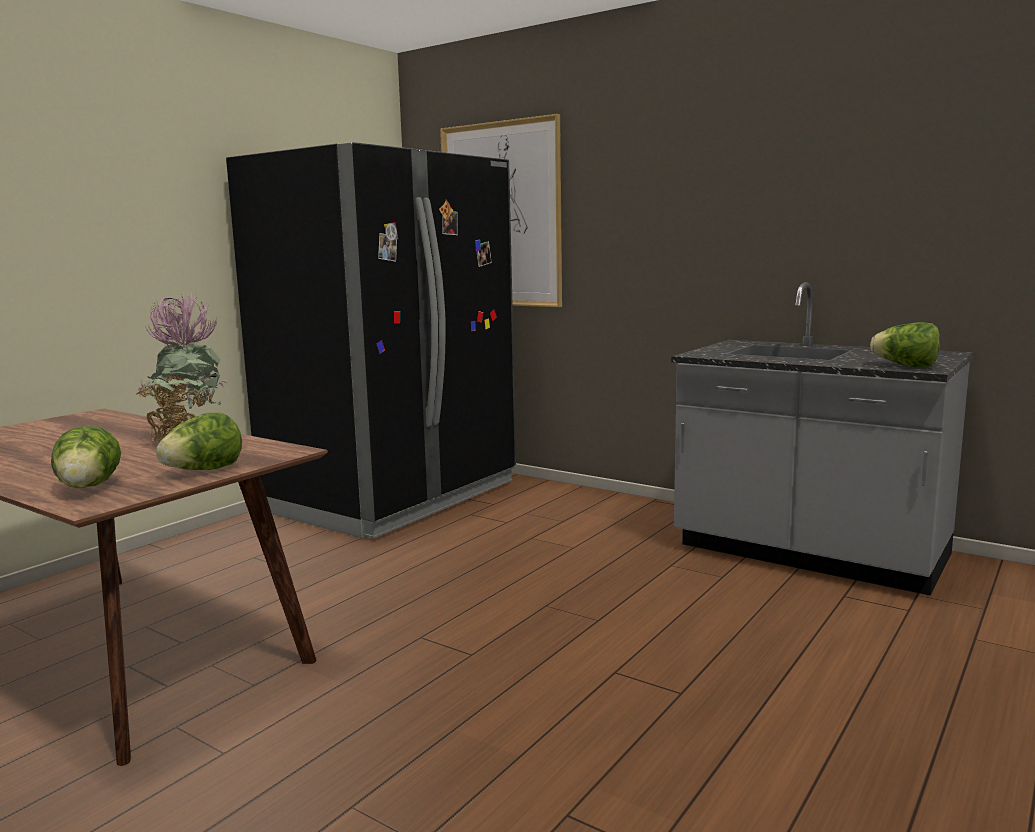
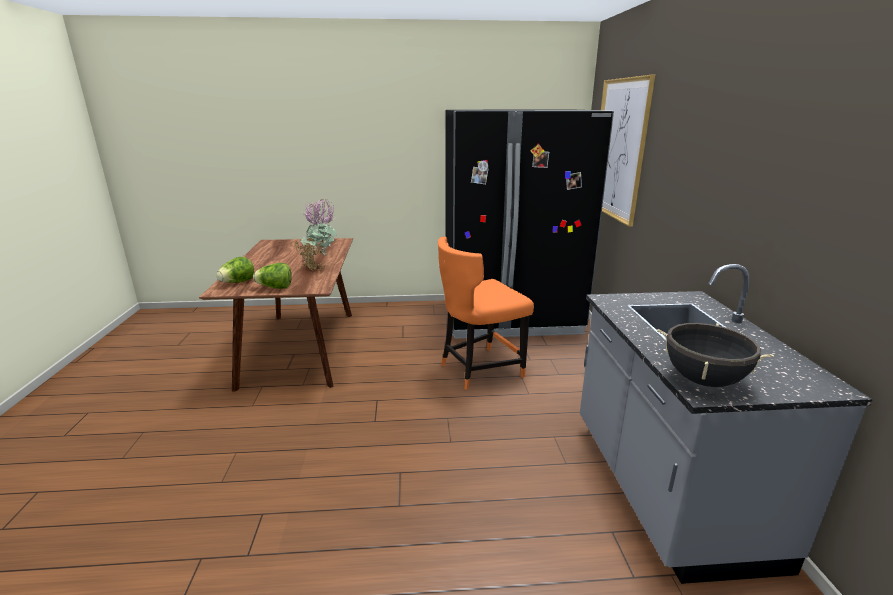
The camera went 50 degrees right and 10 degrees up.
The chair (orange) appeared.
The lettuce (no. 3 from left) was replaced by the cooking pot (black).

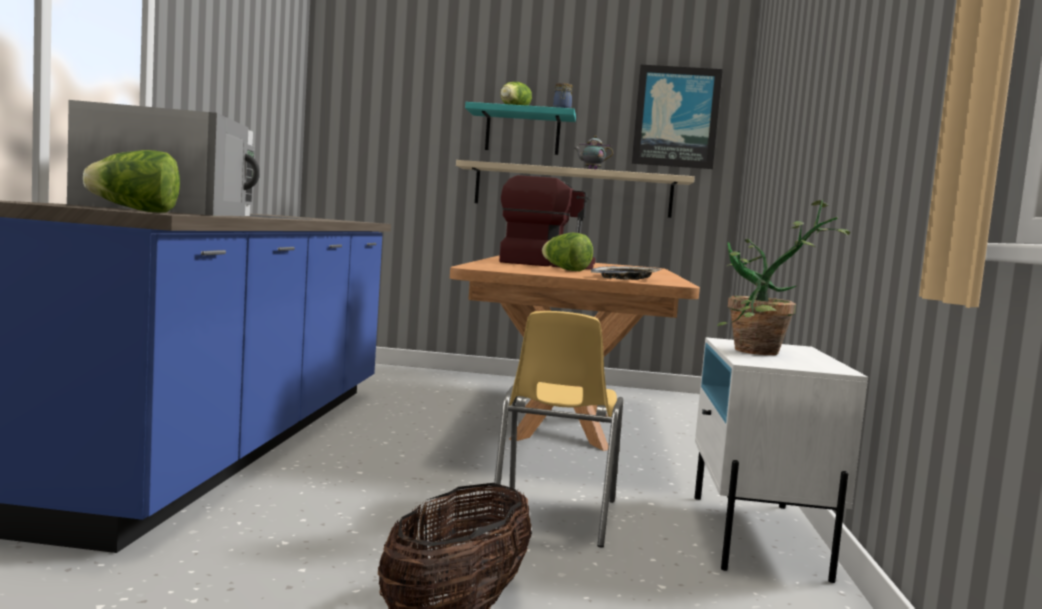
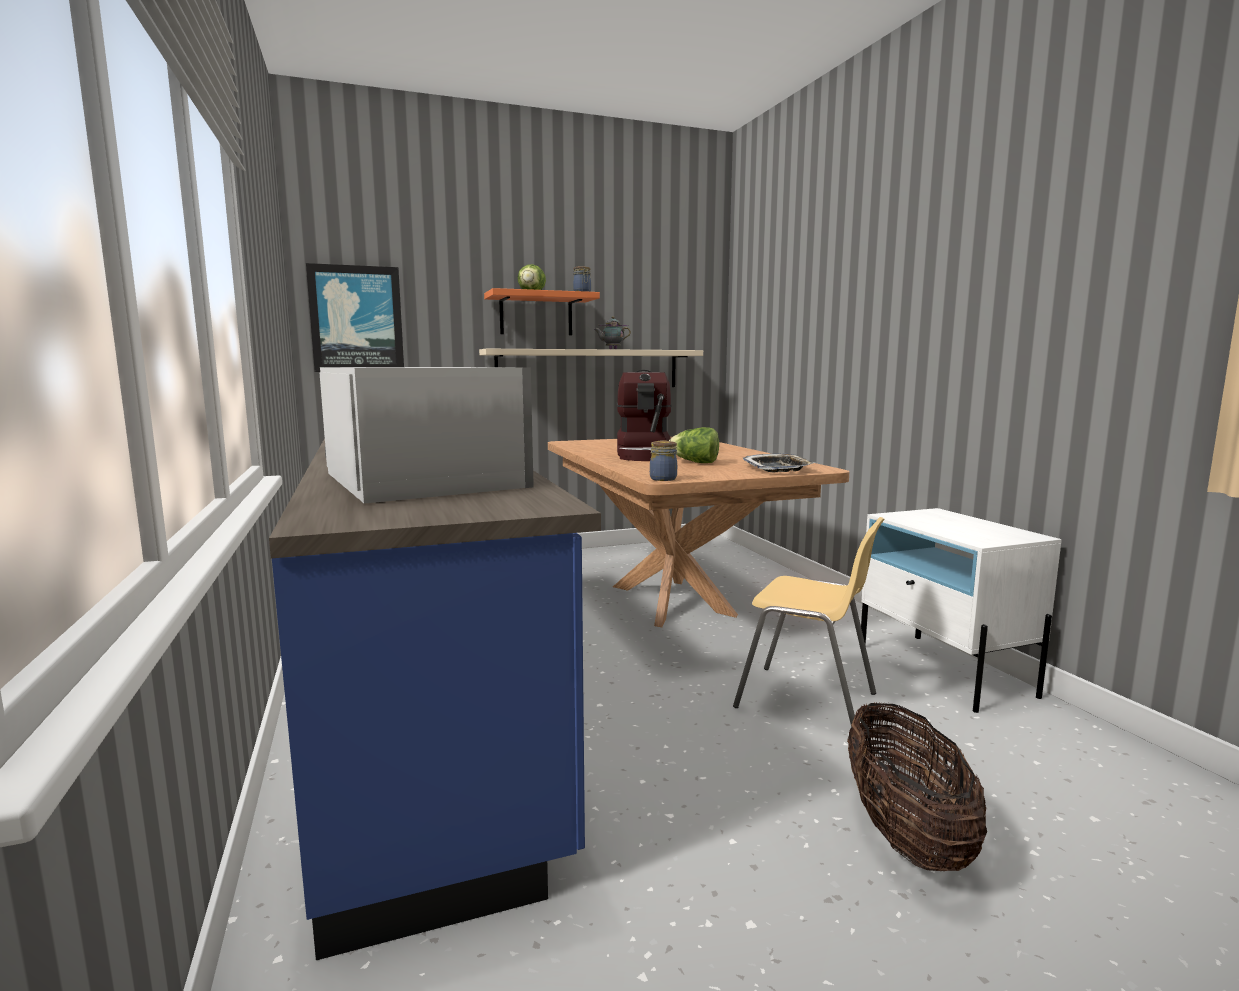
The camera went 25 degrees left and 5 degrees up.
The picture moved.
The shelf (turquoise) became the shelf (orange).
The coffee machine turned 105 degrees clockwise.
The jar (no. 2 from left) appeared.
The chair (yellow) turned 45 degrees counterclockwise.
The lettuce (no. 1 from left) disappeared.
The potted plant disappeared.

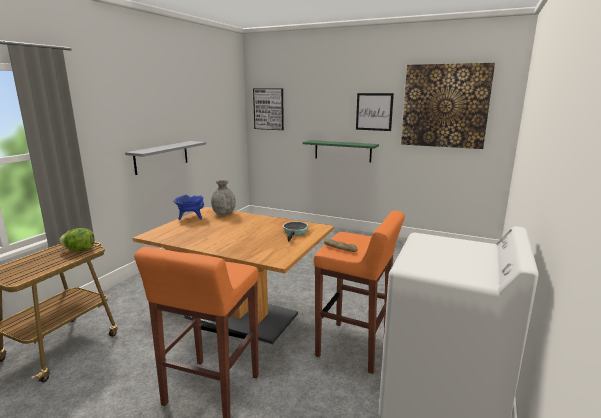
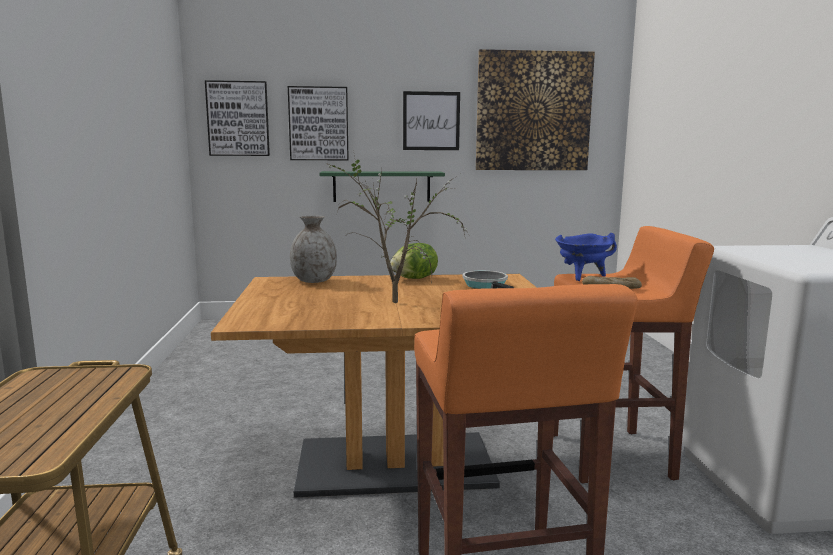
The camera went 30 degrees left and 5 degrees down.
The picture (no. 2 from left) appeared.
The potted plant appeared.
The lettuce moved.
The cooking pot (blue) moved.
The shelf (grey) disappeared.

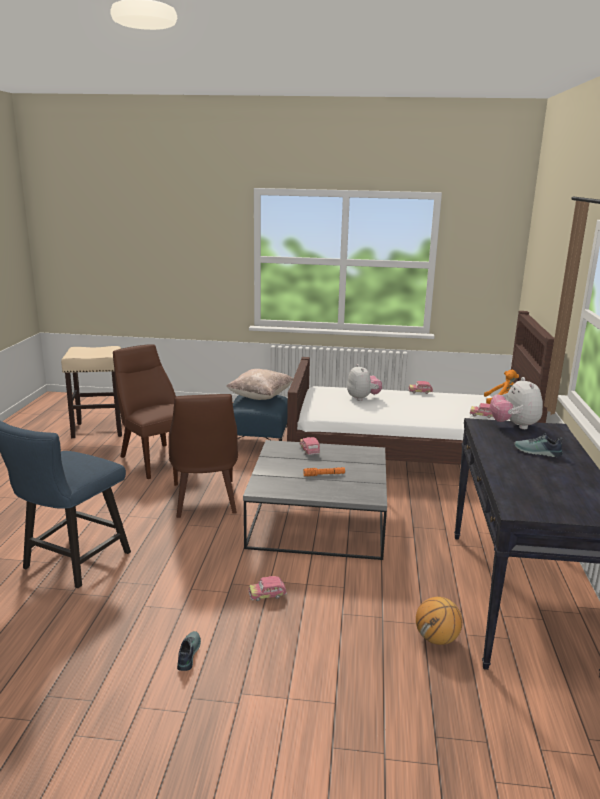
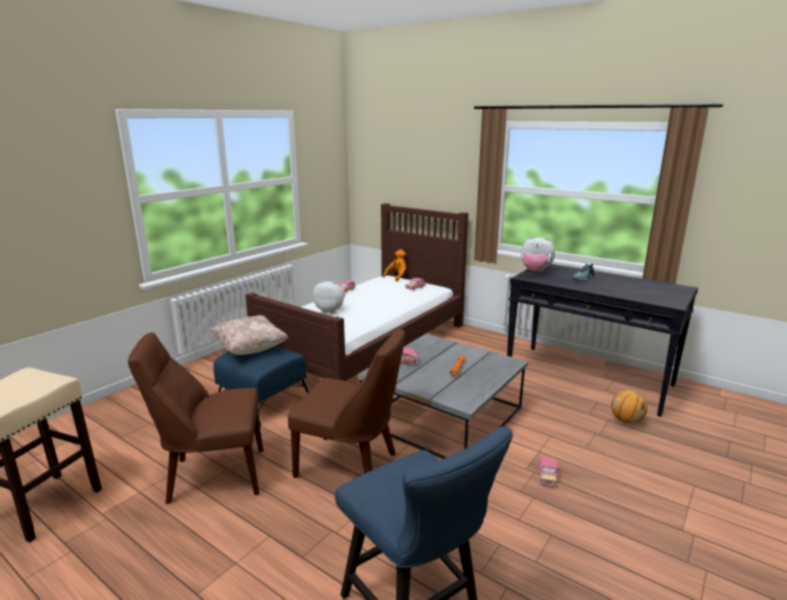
The camera went 60 degrees left and 0 degrees up.
The shoe (no. 1 from left) disappeared.

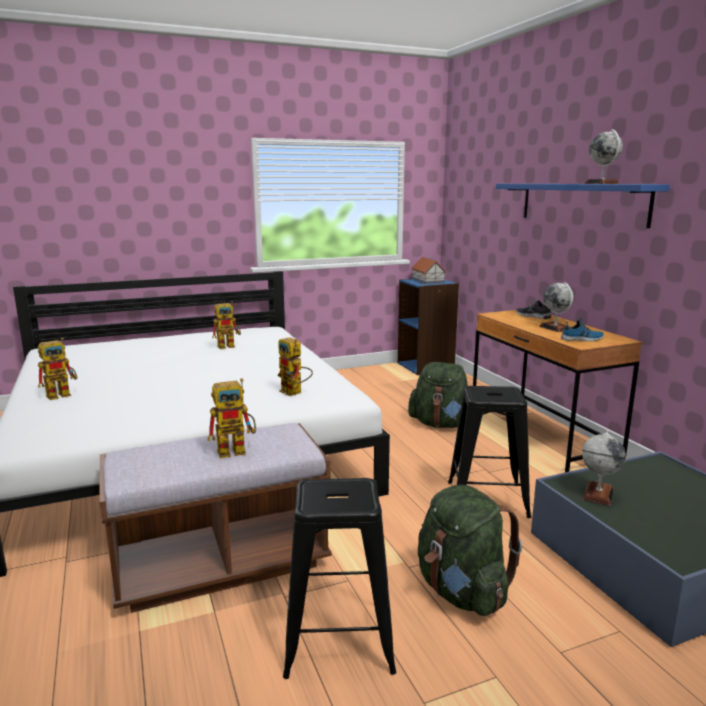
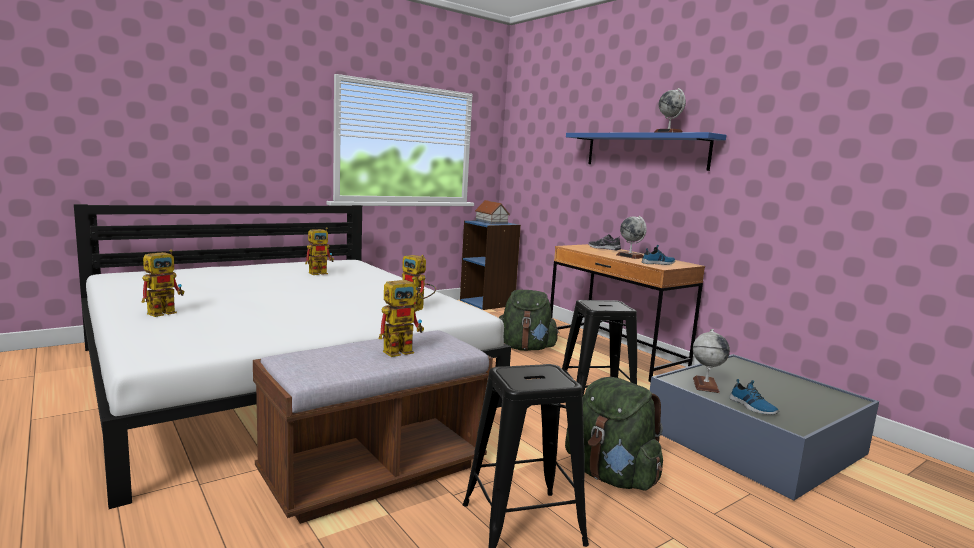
The camera went 15 degrees left and 5 degrees down.
The shoe (no. 3 from left) appeared.

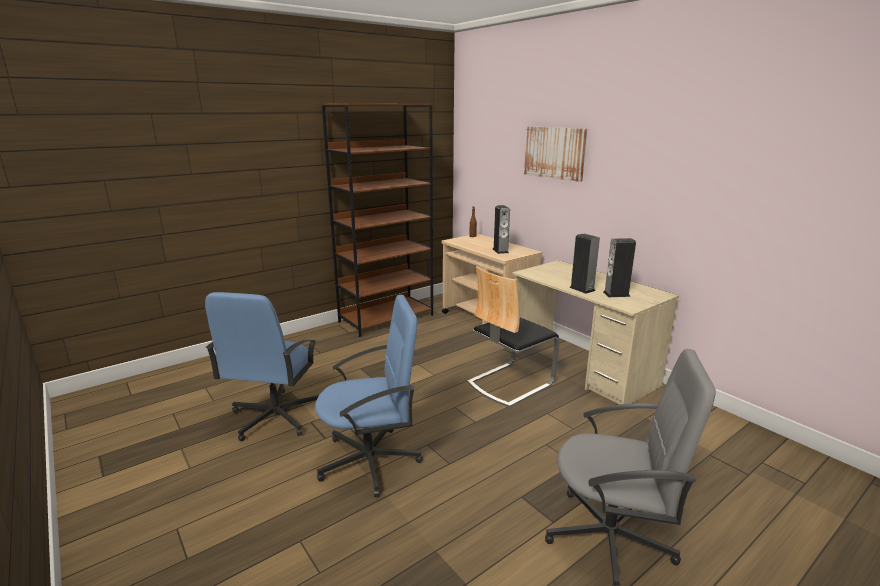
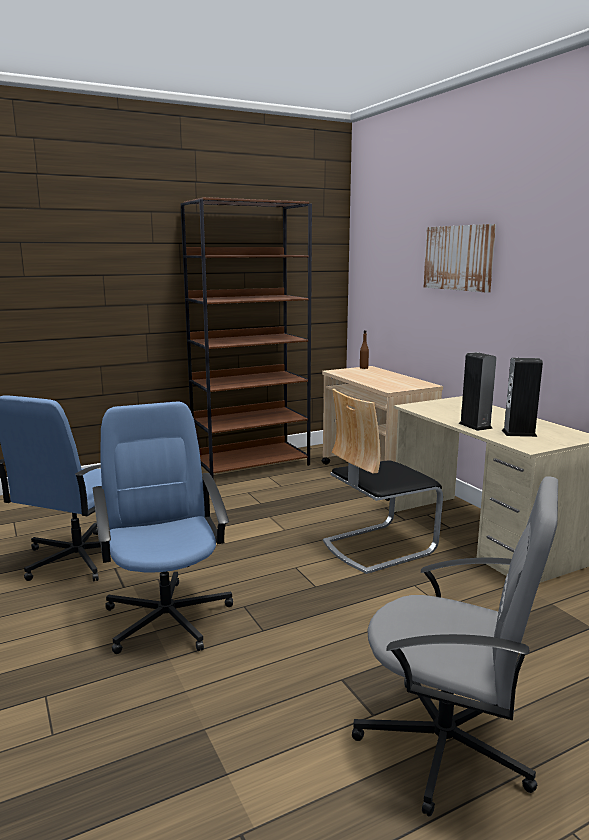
The camera went 10 degrees right and 5 degrees down.
The office chair (blue) (no. 2 from left) turned 105 degrees counterclockwise.
The speaker (no. 1 from left) disappeared.

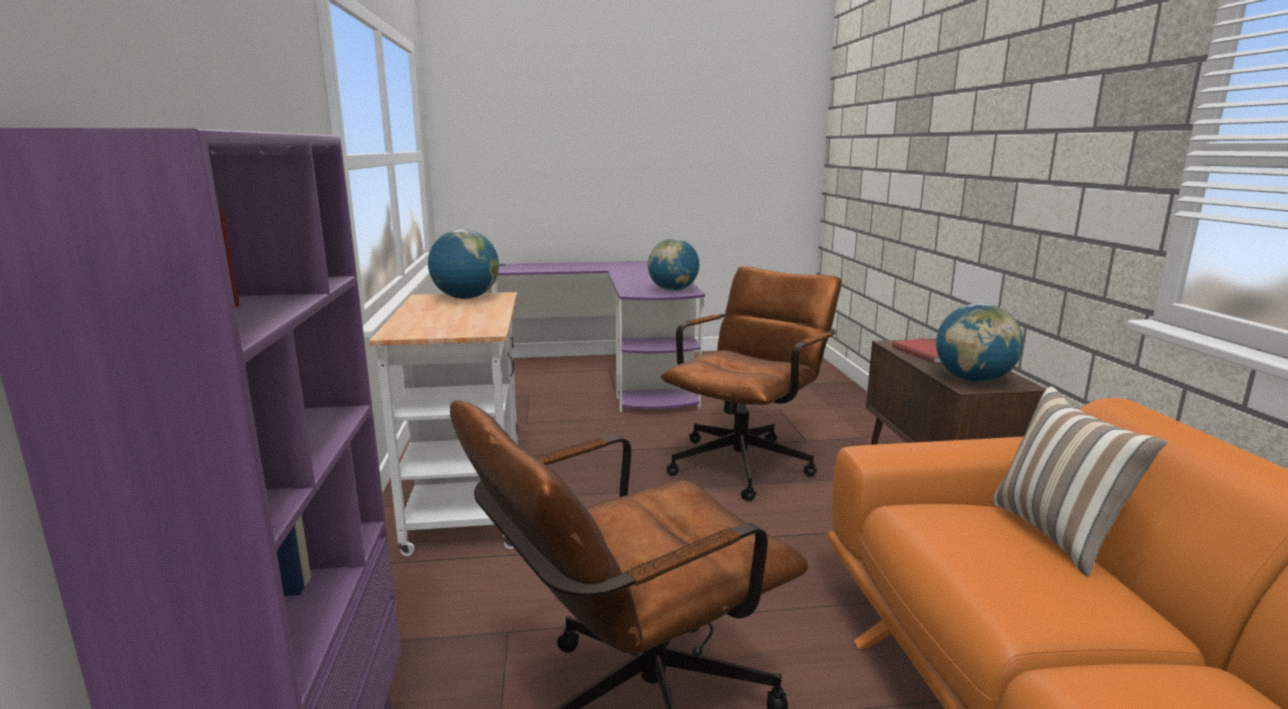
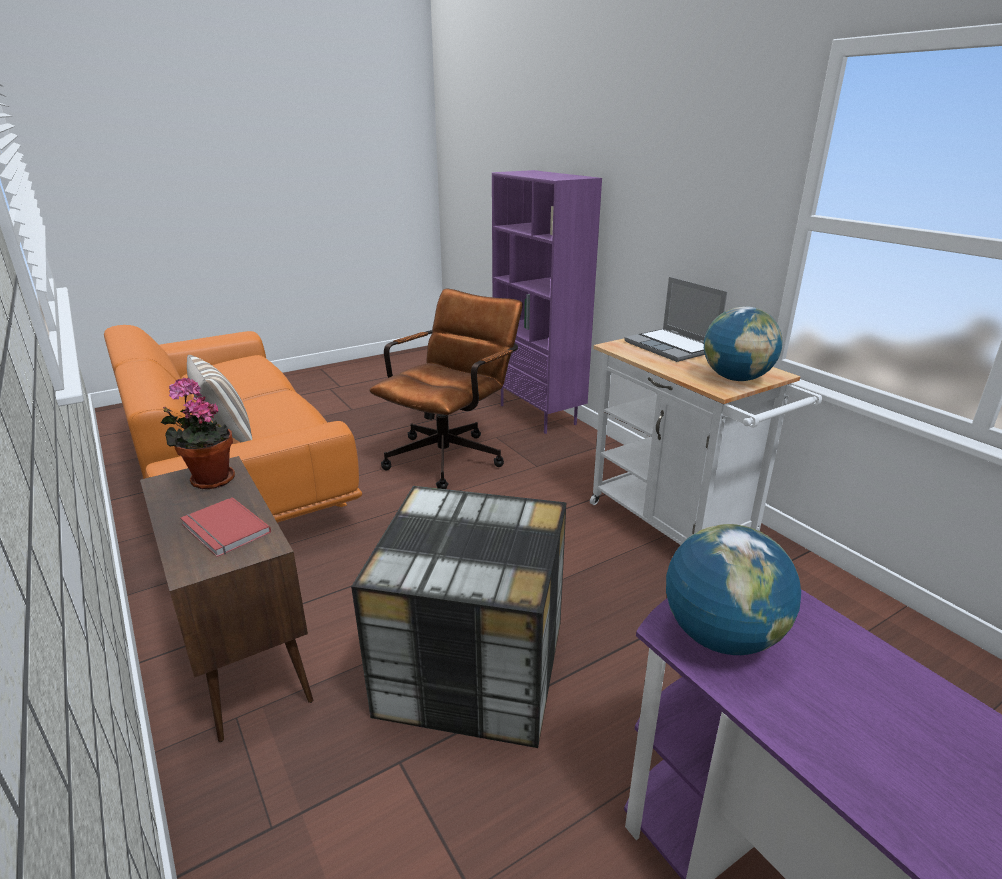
The camera went 155 degrees right and 10 degrees up.
The globe (no. 3 from left) was replaced by the potted plant.
The office chair (brown) (no. 2 from left) was replaced by the storage box.
The laptop appeared.

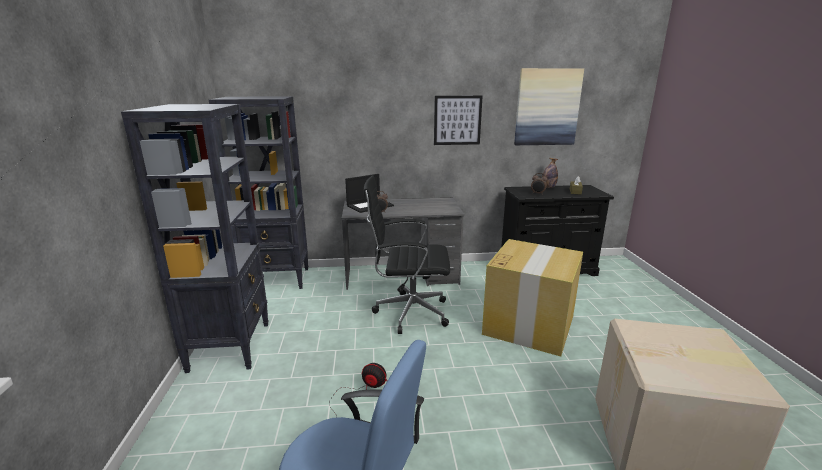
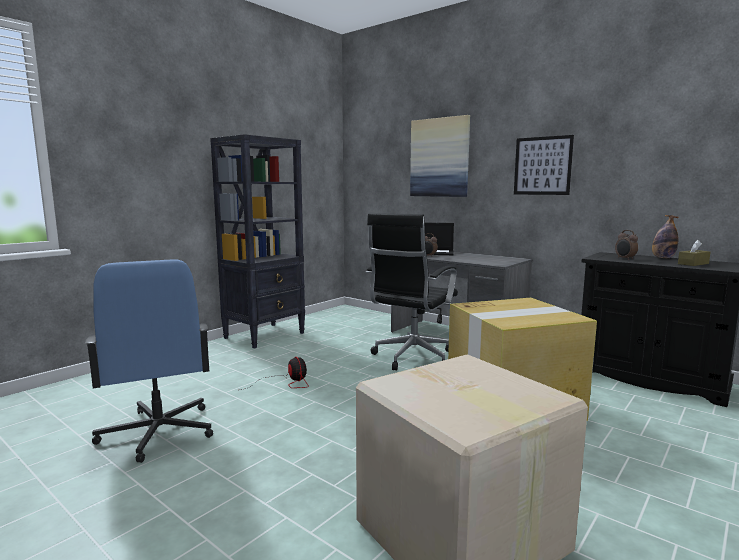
The camera went 45 degrees right and 10 degrees down.
The office chair (black) turned 105 degrees counterclockwise.
The picture (no. 2 from left in the first image) moved.
The bookcase (black) (no. 2 from left) disappeared.

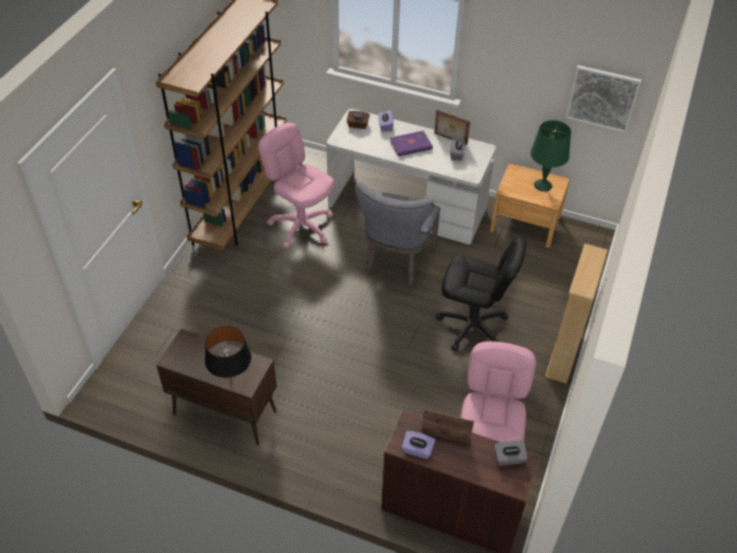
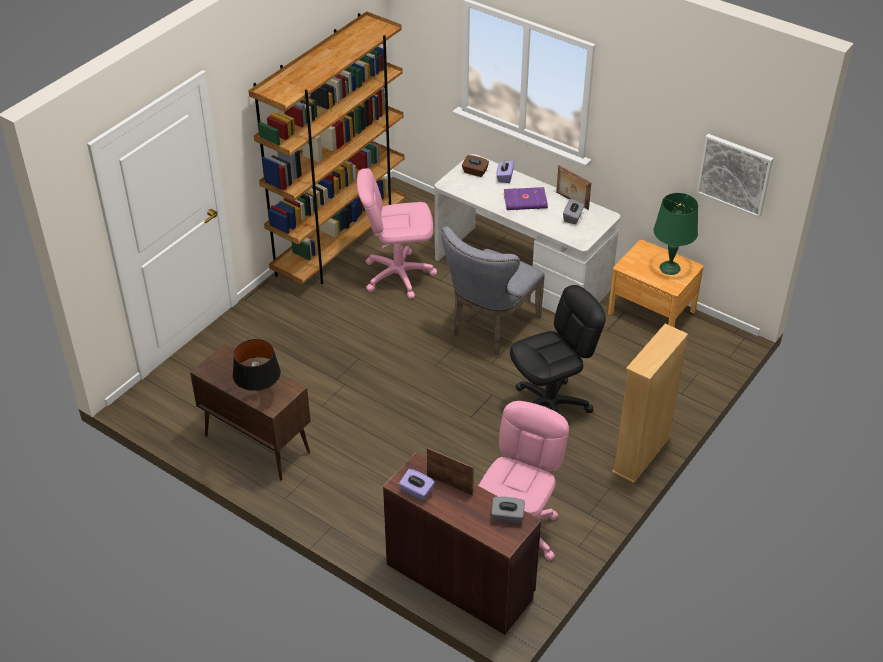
The camera went 15 degrees right and 5 degrees down.
The office chair (pink) (no. 1 from left) turned 60 degrees counterclockwise.
The office chair (black) turned 60 degrees counterclockwise.

